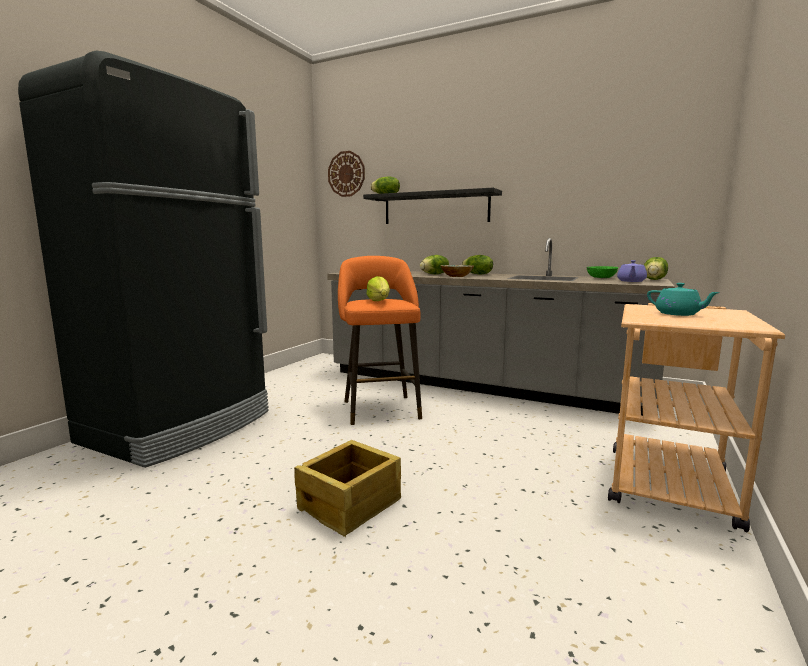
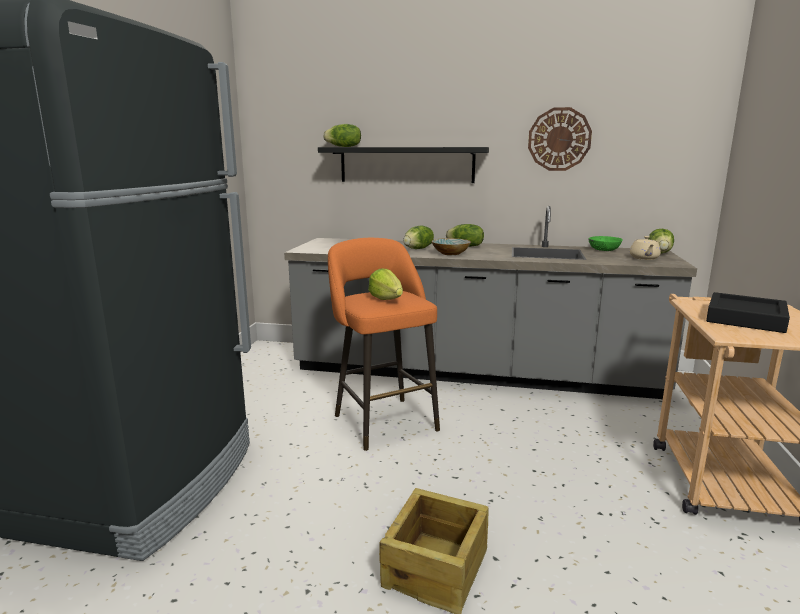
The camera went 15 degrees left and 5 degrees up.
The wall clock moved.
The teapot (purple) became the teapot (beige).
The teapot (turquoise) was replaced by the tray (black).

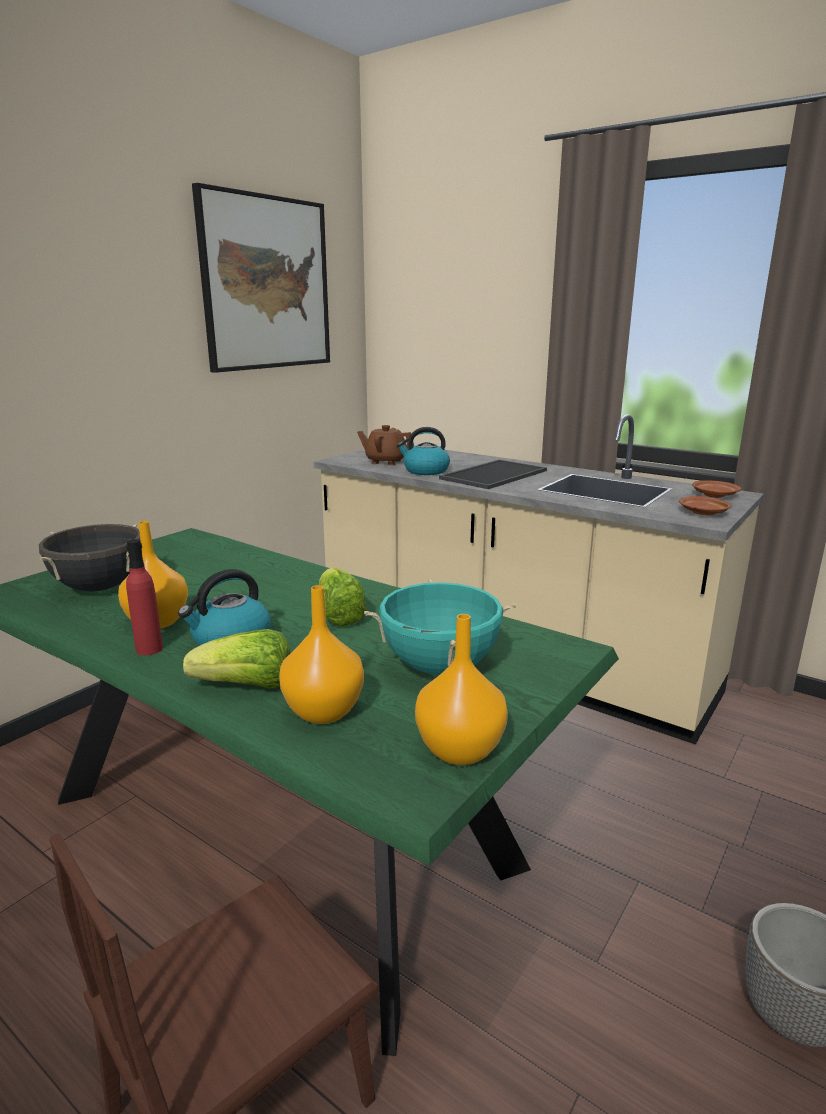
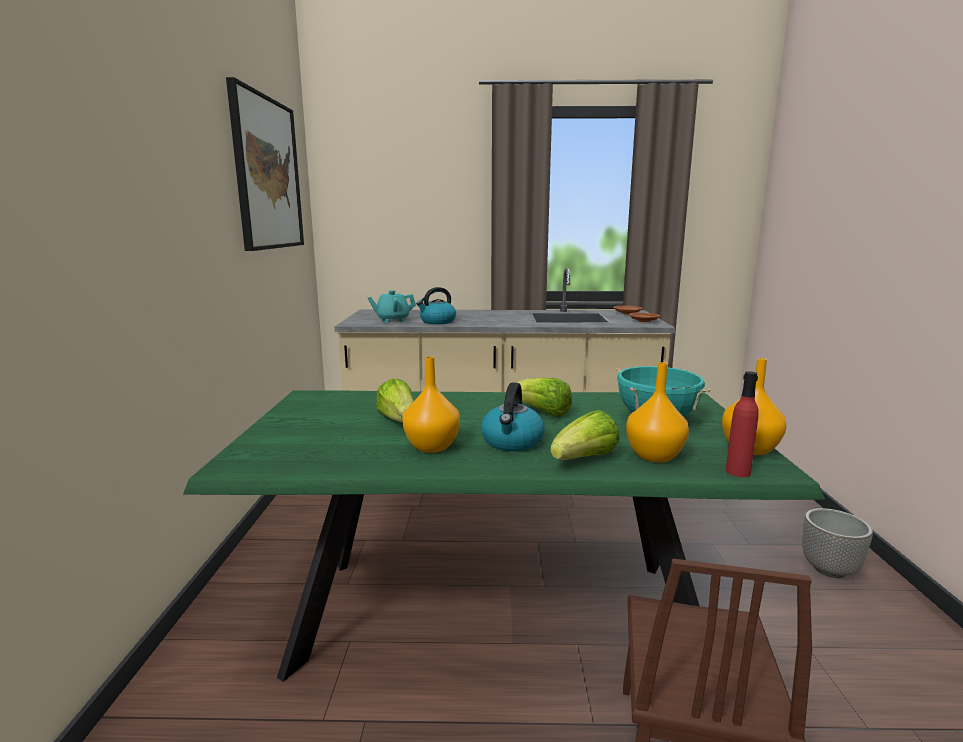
The camera went 35 degrees left and 5 degrees down.
The teapot (brown) became the teapot (turquoise).
The lettuce (no. 1 from left) appeared.
The bottle (red) moved.
The cooking pot (black) disappeared.
The tray disappeared.

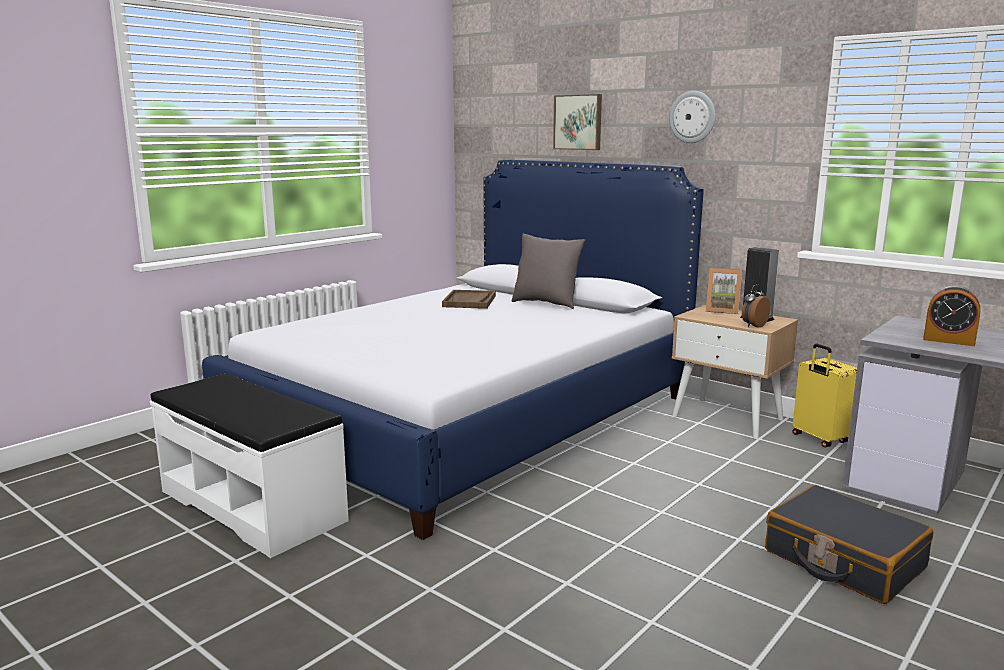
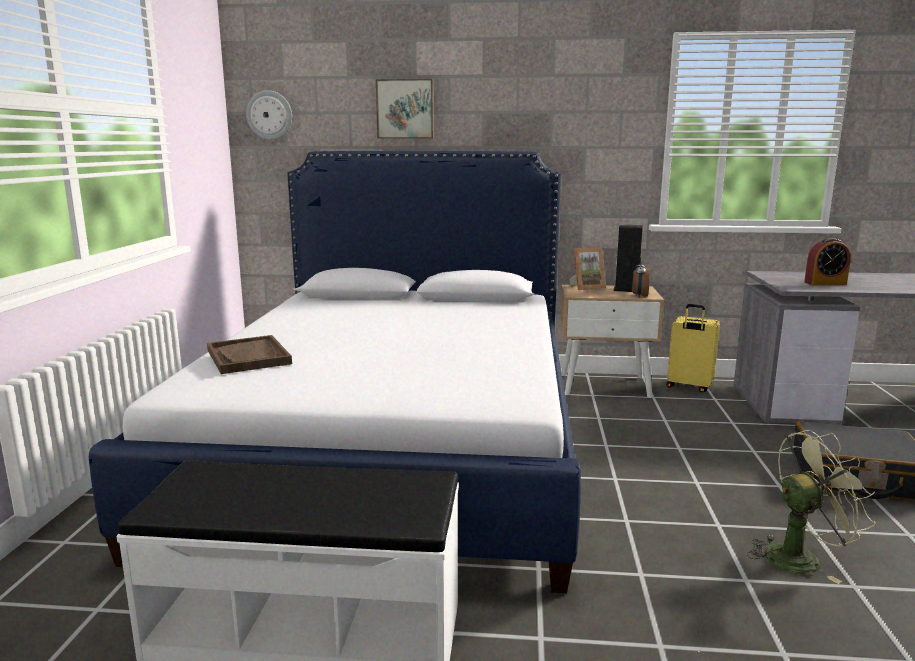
The camera went 35 degrees left and 0 degrees up.
The tray (brown) moved.
The wall clock moved.
The fan (green) appeared.
The pillow (grey) disappeared.

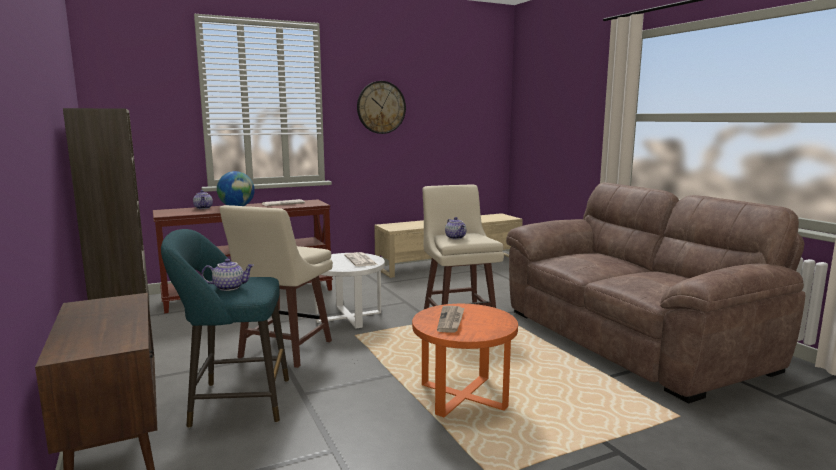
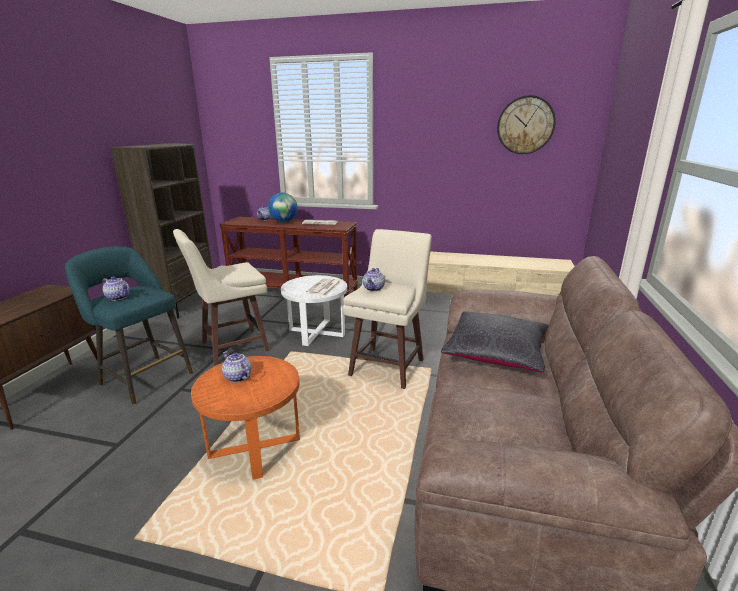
The camera went 40 degrees right and 10 degrees up.
The newspaper (no. 3 from left) was replaced by the teapot (no. 2 from left).
The pillow (black) appeared.
The wall clock moved.

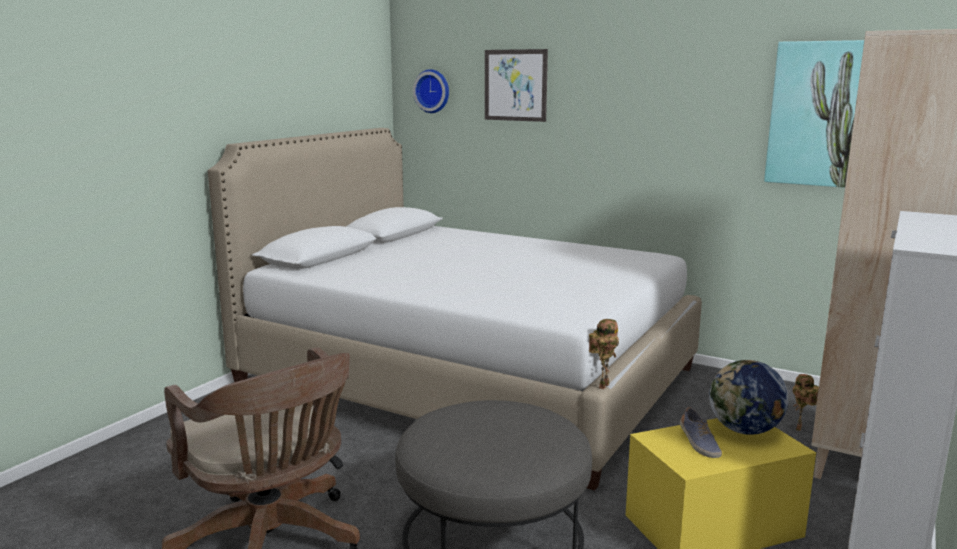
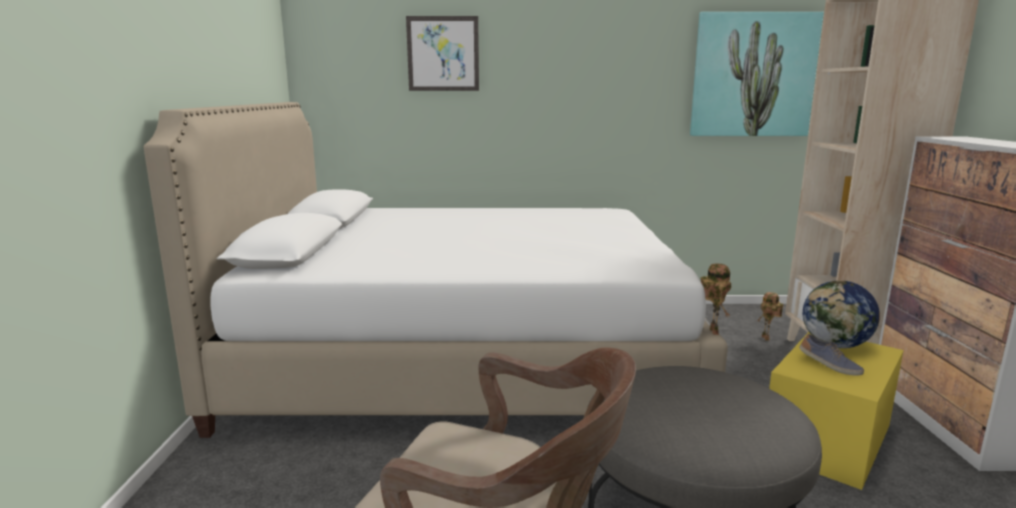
The camera went 30 degrees left and 0 degrees up.
The wall clock disappeared.

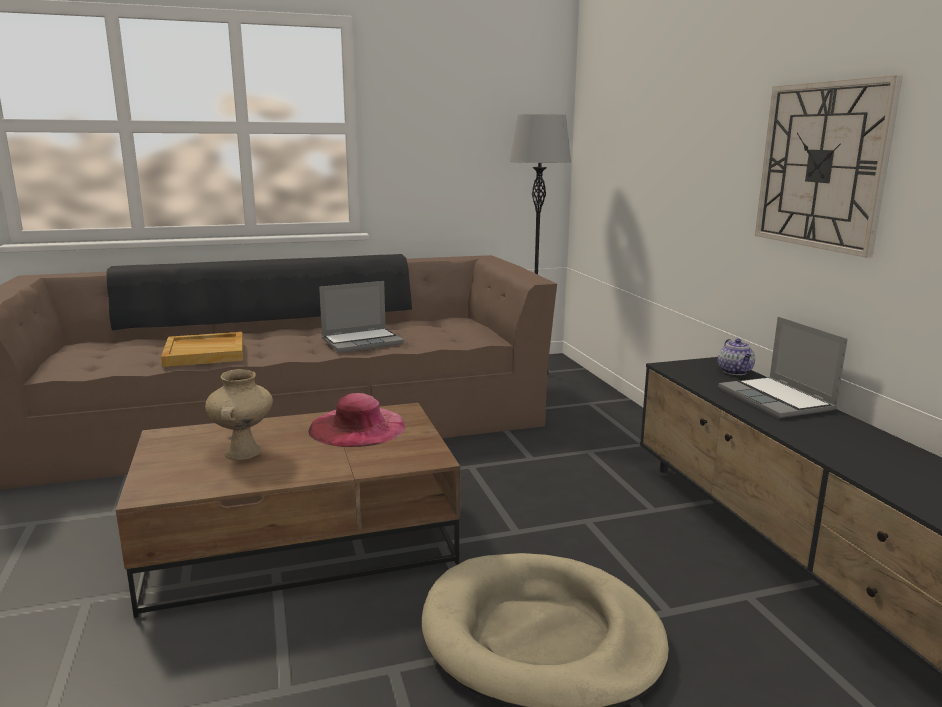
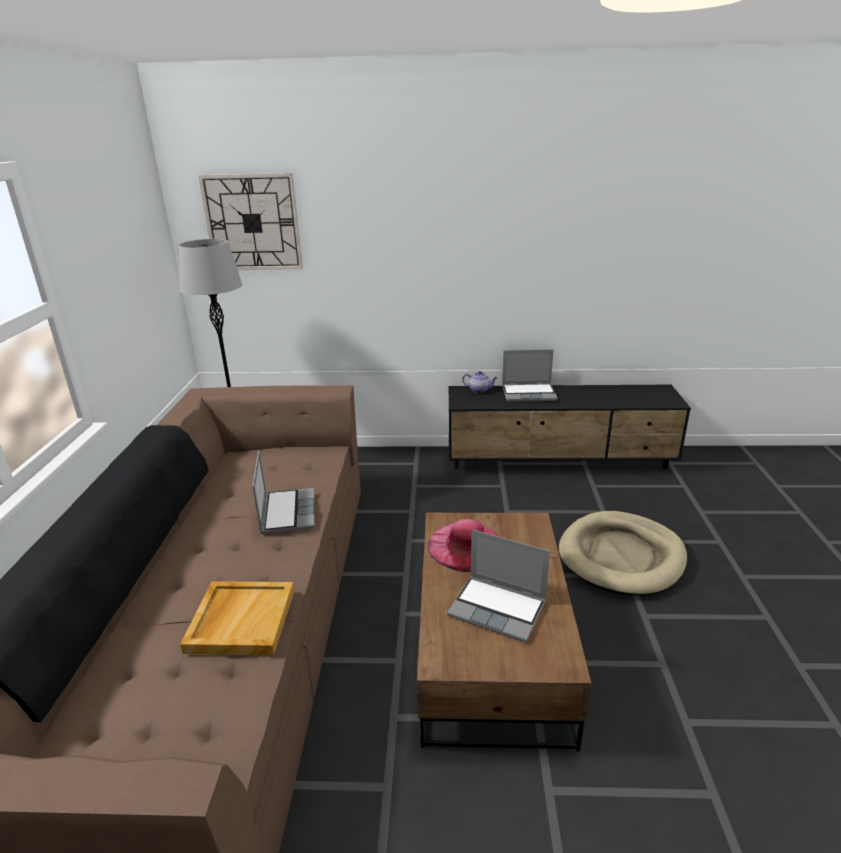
The camera went 70 degrees left and 10 degrees up.
The wall clock moved.
The vase (beige) was replaced by the laptop (no. 2 from left).

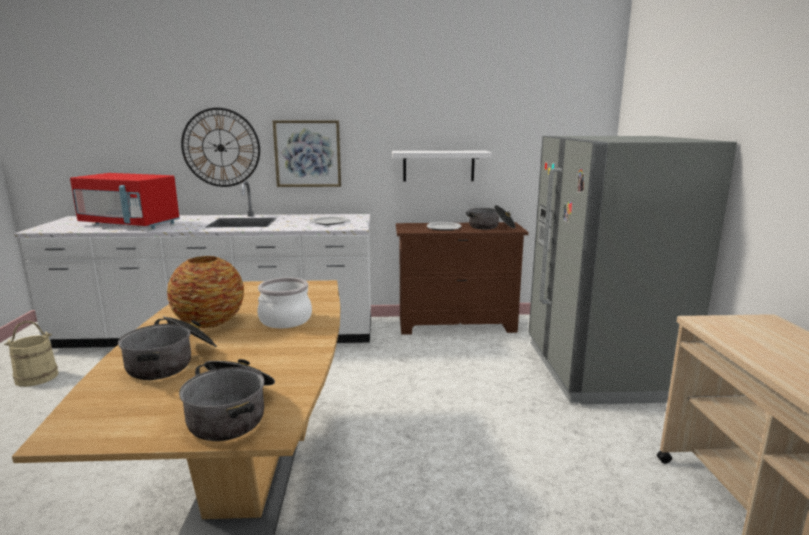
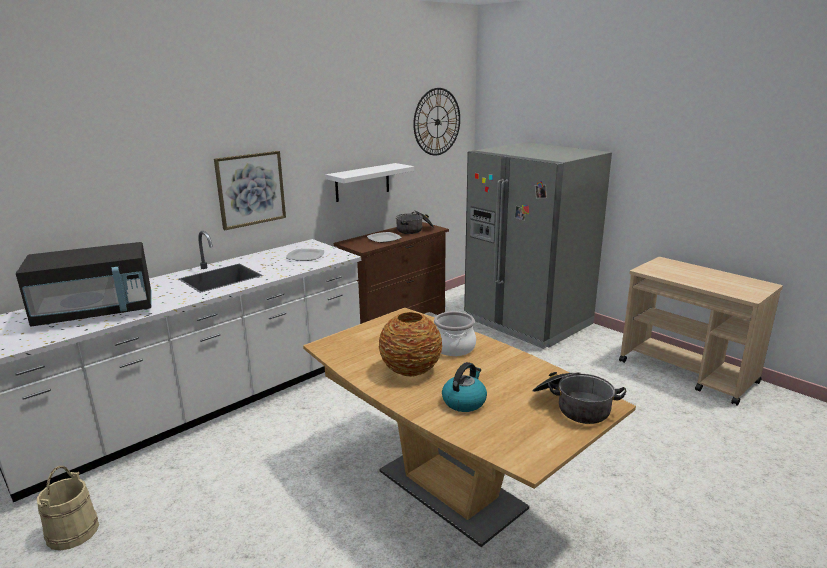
The camera went 40 degrees left and 5 degrees up.
The microwave (red) became the microwave (black).
The wall clock moved.
The cooking pot (no. 1 from left) was replaced by the kettle.

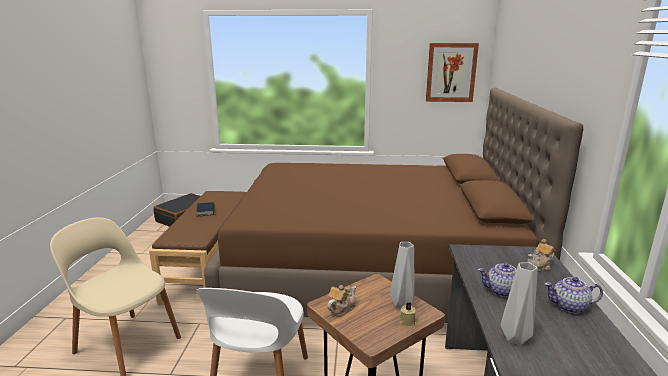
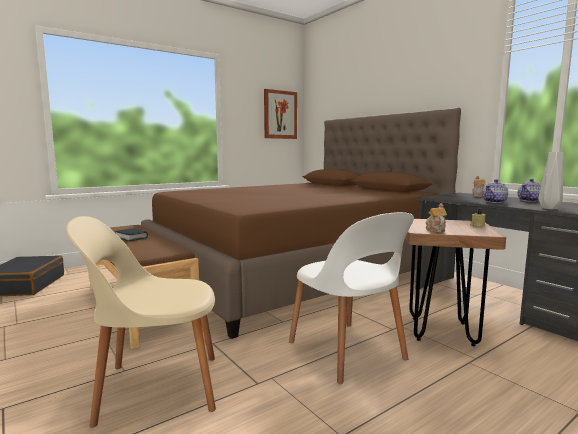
The camera went 40 degrees left and 10 degrees down.
The vase (grey) (no. 1 from left) disappeared.

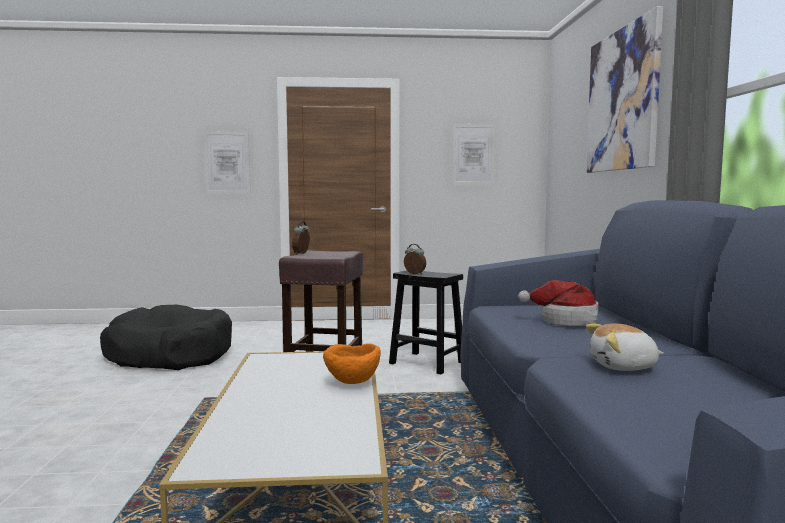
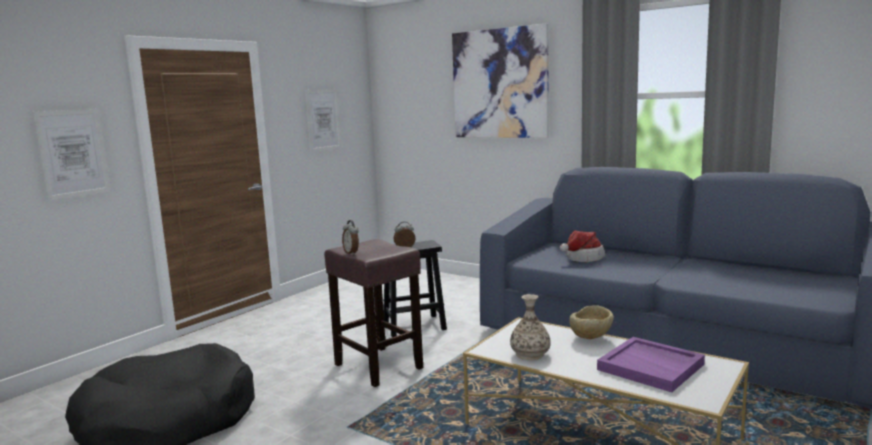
The camera went 50 degrees left and 5 degrees up.
The vase appeared.
The bowl (orange) became the bowl (beige).
The tray (purple) appeared.
The plush toy disappeared.

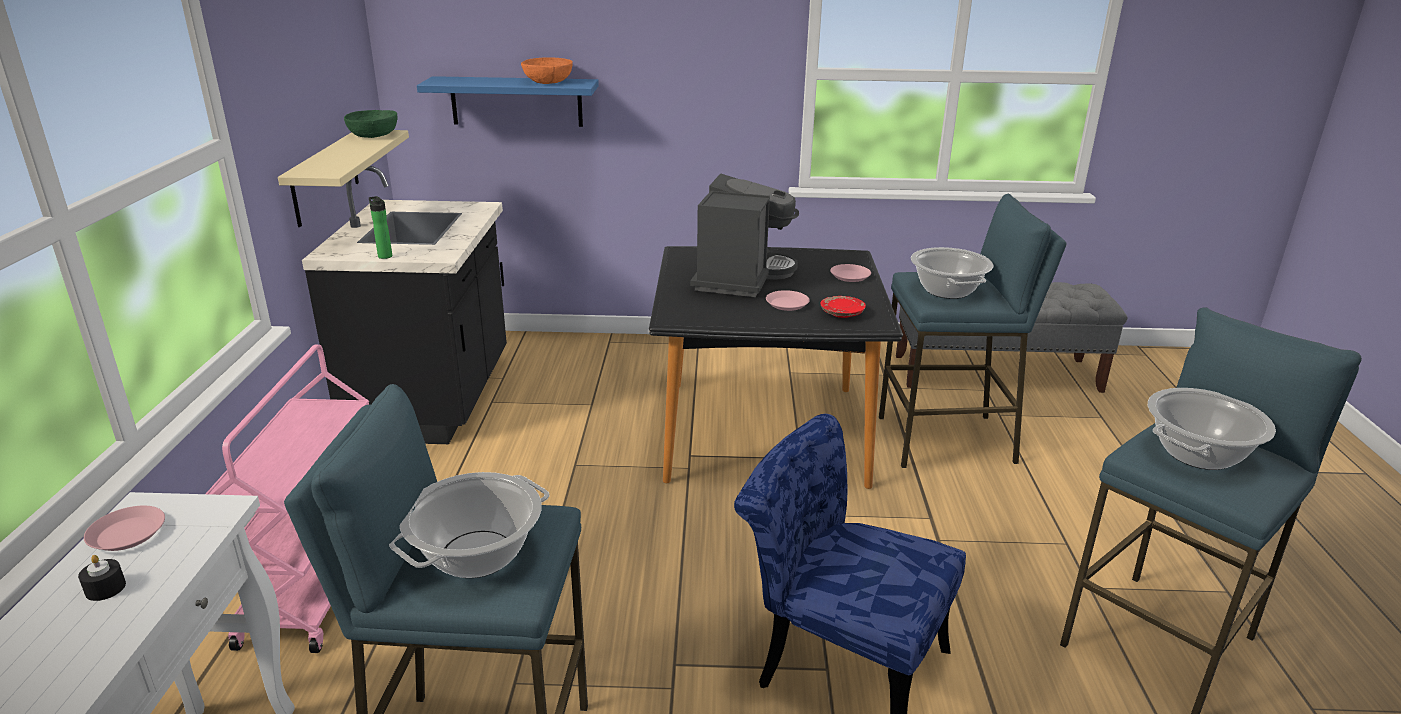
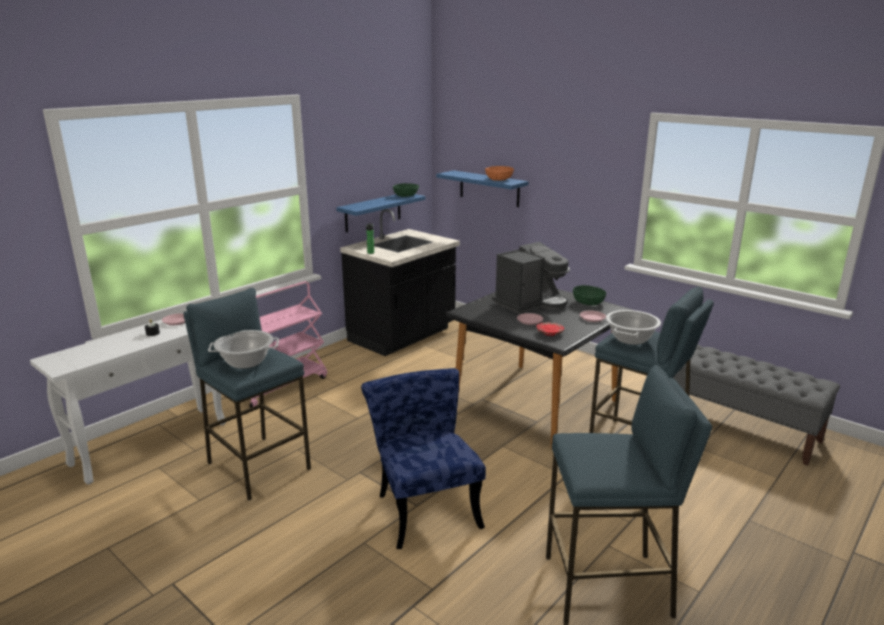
The camera went 40 degrees right and 5 degrees down.
The shelf (beige) became the shelf (blue) (no. 1 from left).
The bowl (green) (no. 2 from left) appeared.
The cooking pot (no. 3 from left) disappeared.

